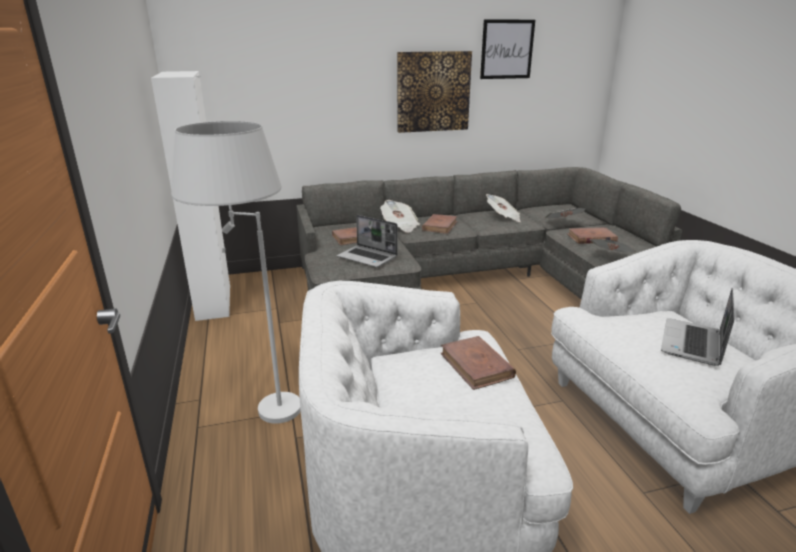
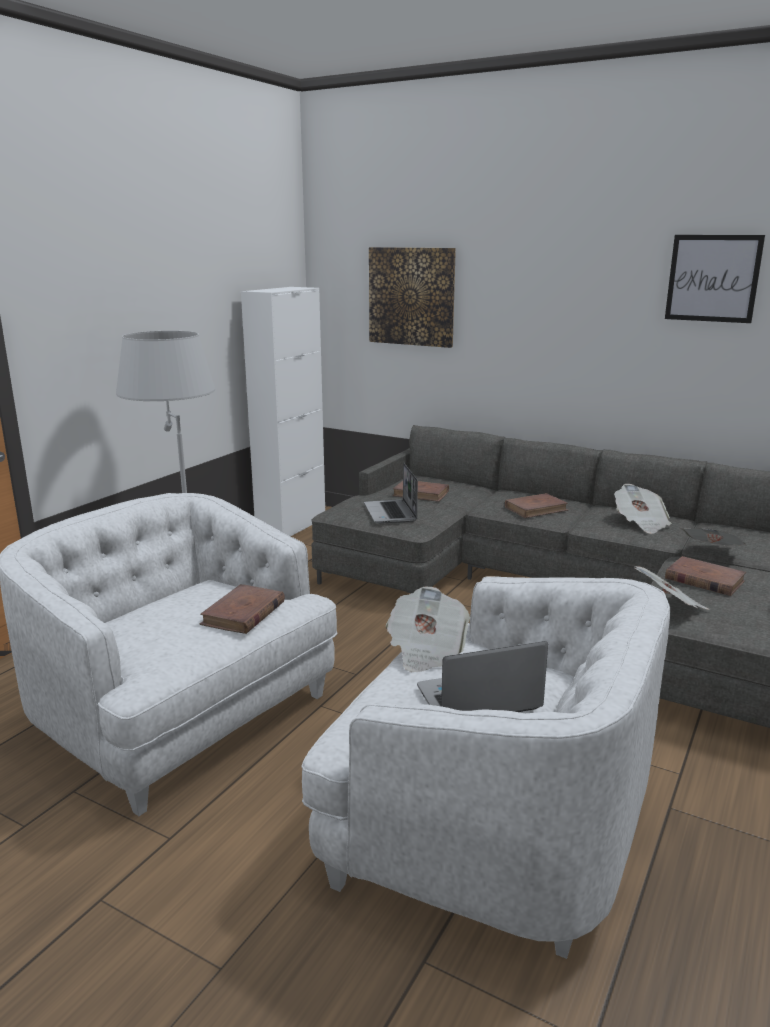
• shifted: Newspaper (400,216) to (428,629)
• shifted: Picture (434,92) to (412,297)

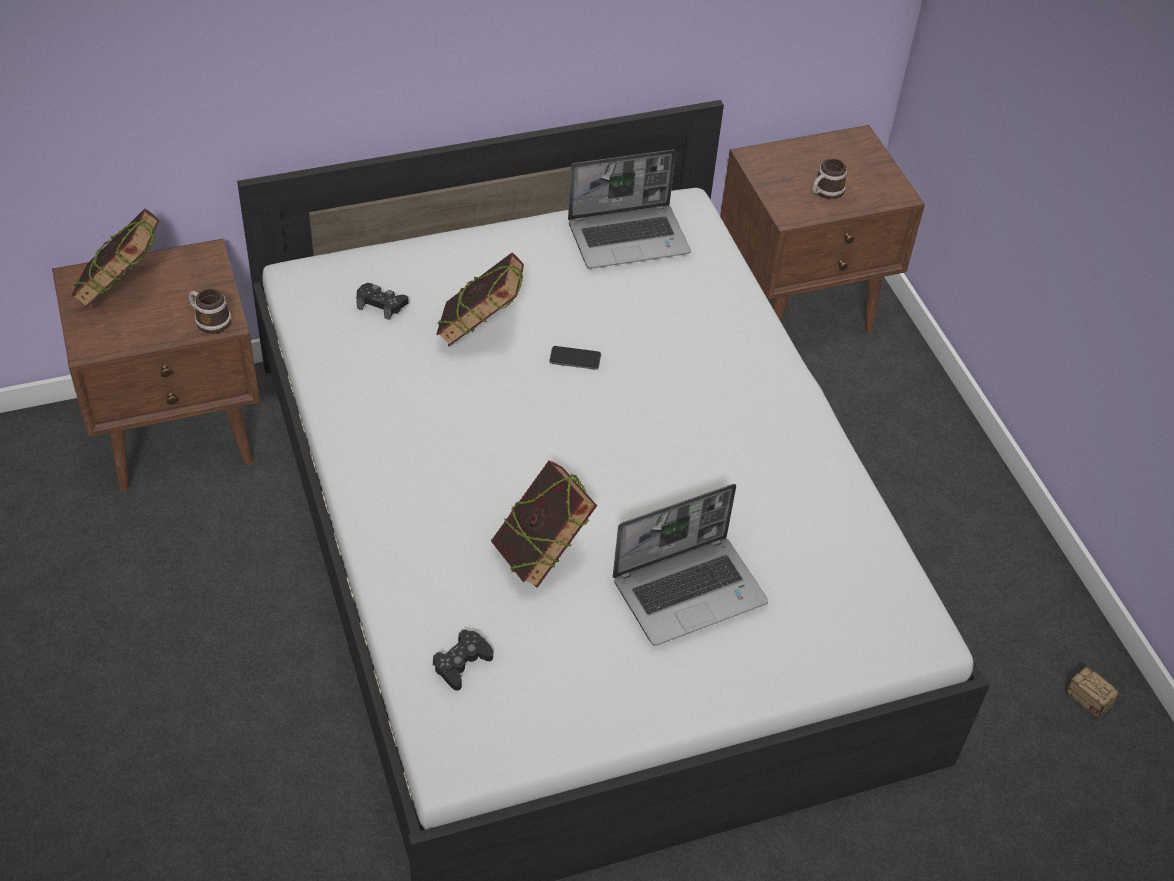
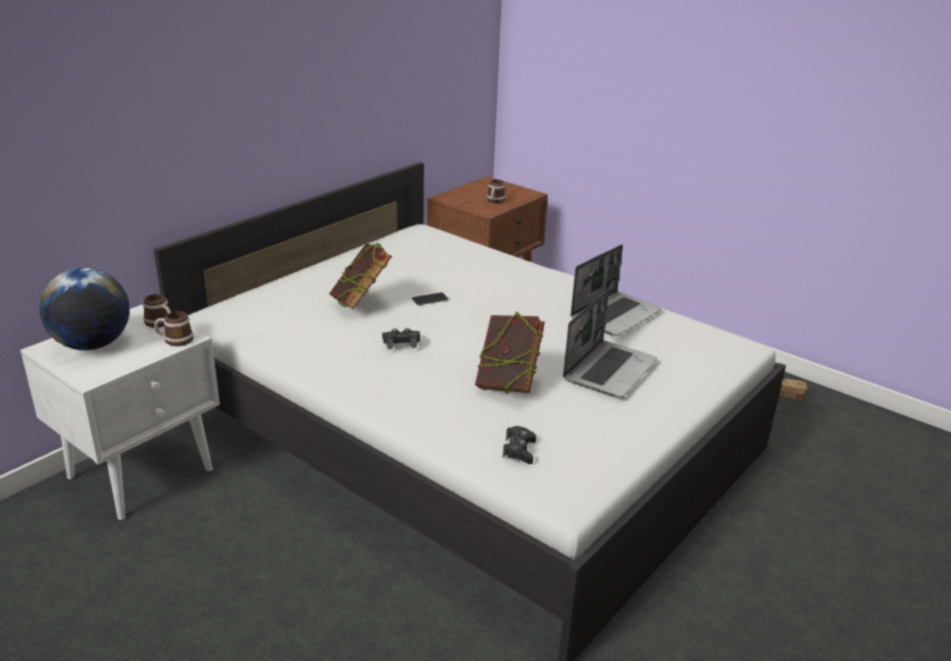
• repainted: BrownNightstand (156,365) to WhiteNightstand (120,412)
• swapped: Book (115,258) to Globe (84,309)
• shifted: BlackGameController (382,301) to (401,338)
• shifted: Laptop (629,209) to (616,290)
• new: Mug (157,311)

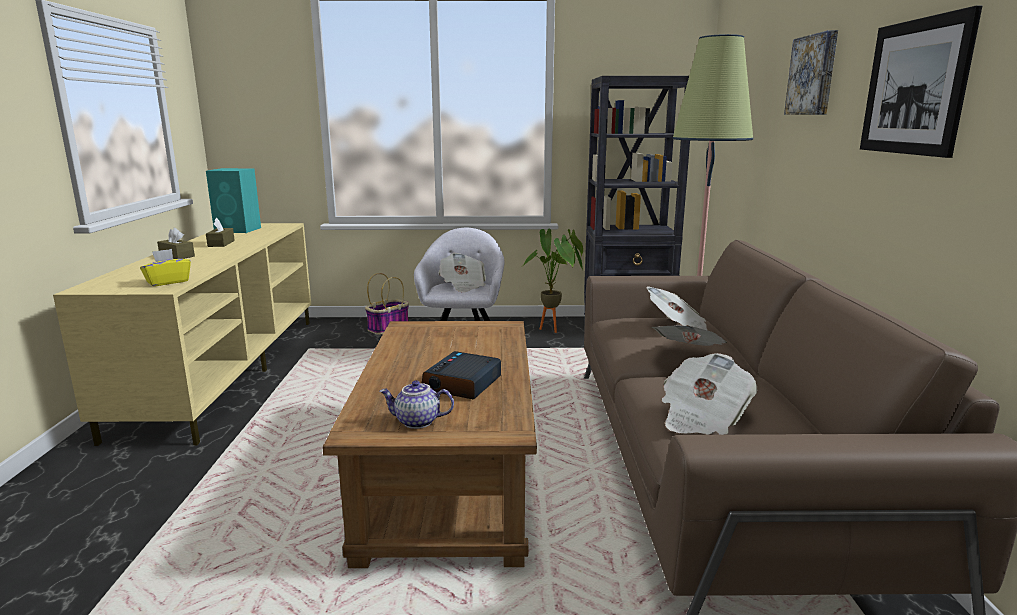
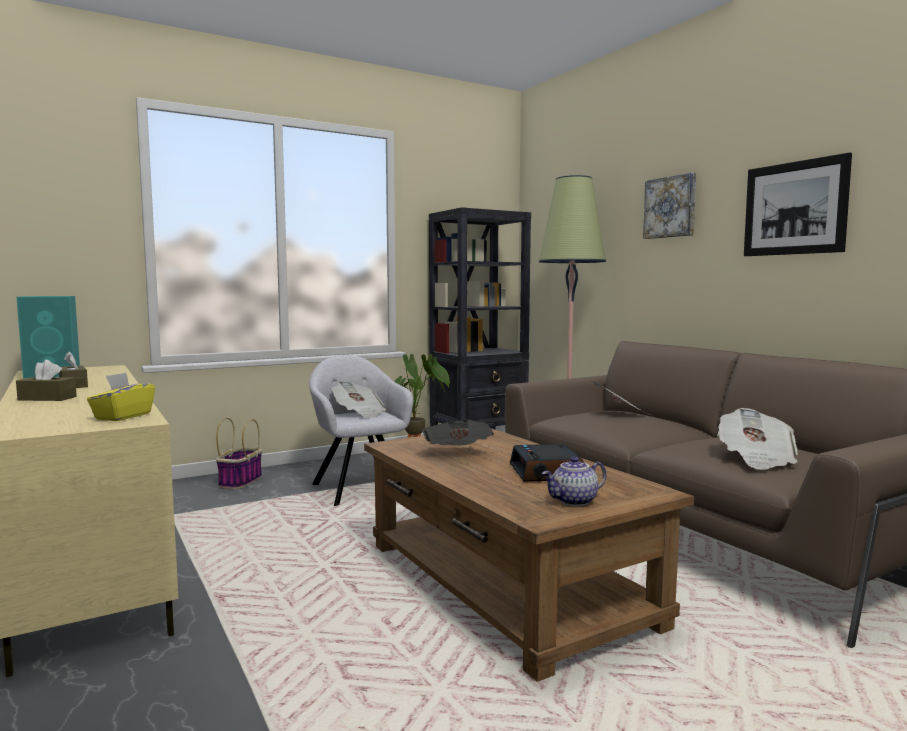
• shifted: Newspaper (689,336) to (457,433)

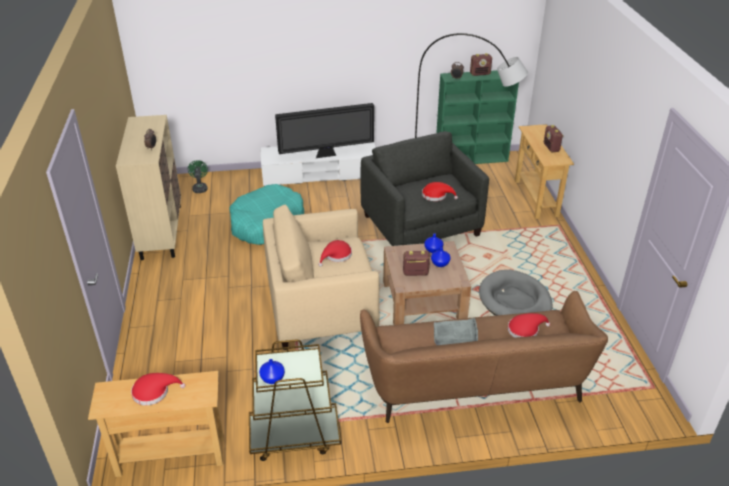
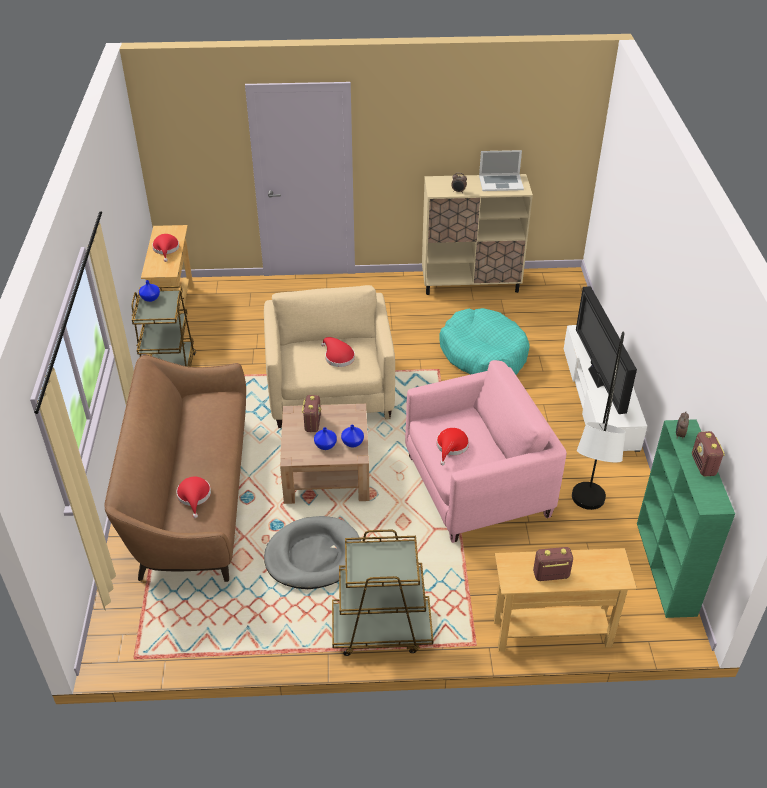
• gone: GreenFan (198,176)
• repainted: GreyArmchair (425,188) to PinkArmchair (486,451)
• gone: GreyTray (456,331)
• new: BrownCart (383,593)
• new: Laptop (501,170)

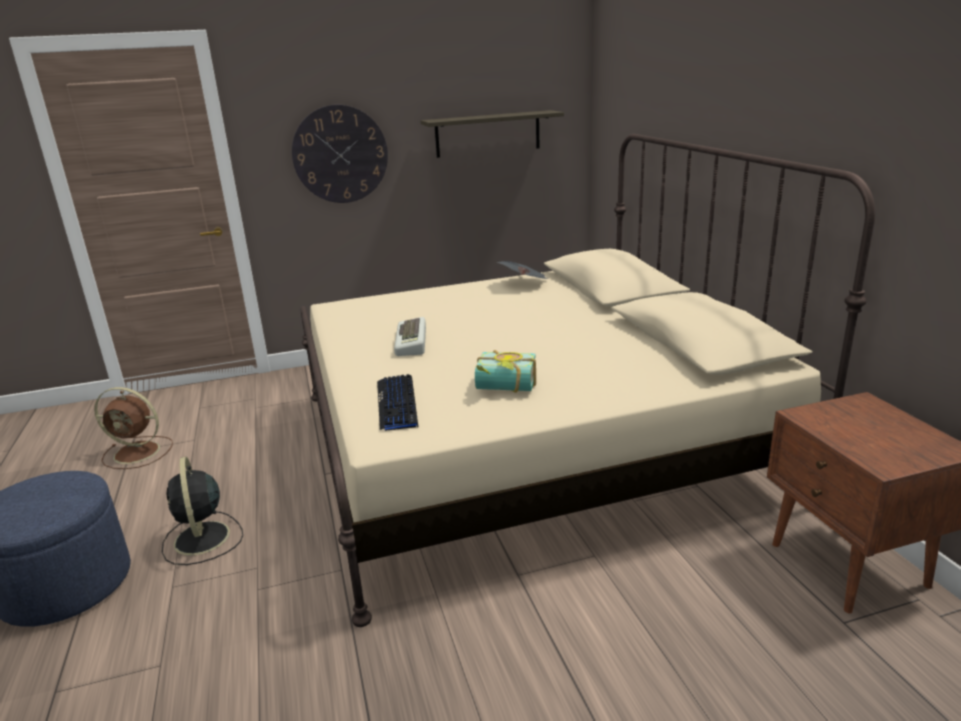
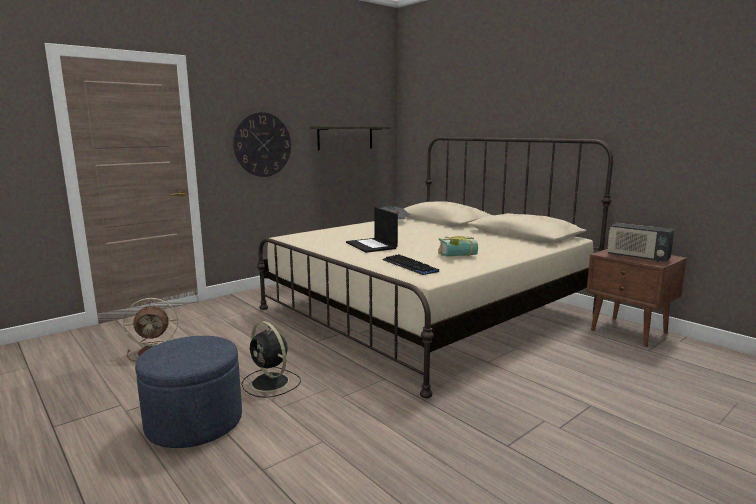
• swapped: Keyboard (410,336) to Laptop (372,230)
• new: Radio (641,242)

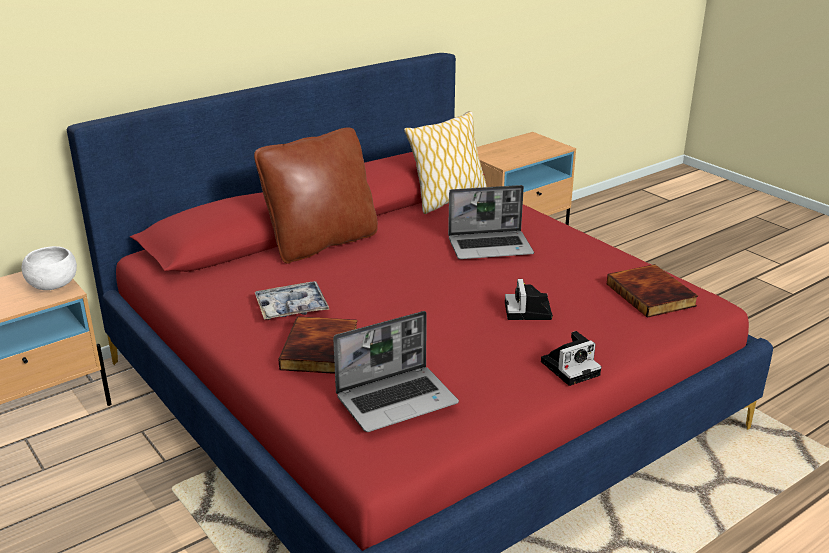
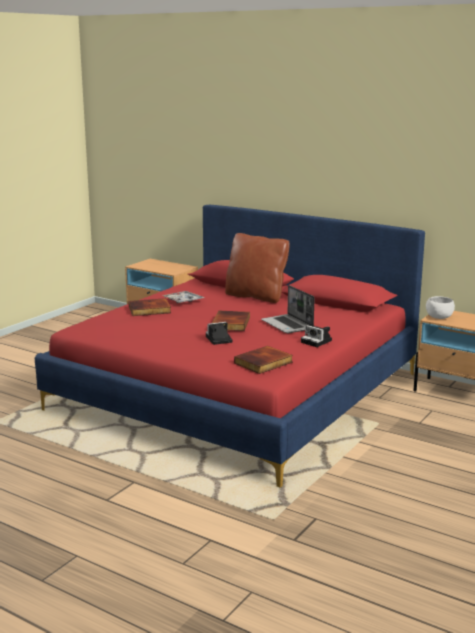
• shifted: WhiteBowl (49,268) to (440,307)
• gone: Laptop (396,371)
• gone: Pillow (445,162)
• shifted: PhotoCamera (571,358) to (316,336)
• new: Book (231,321)

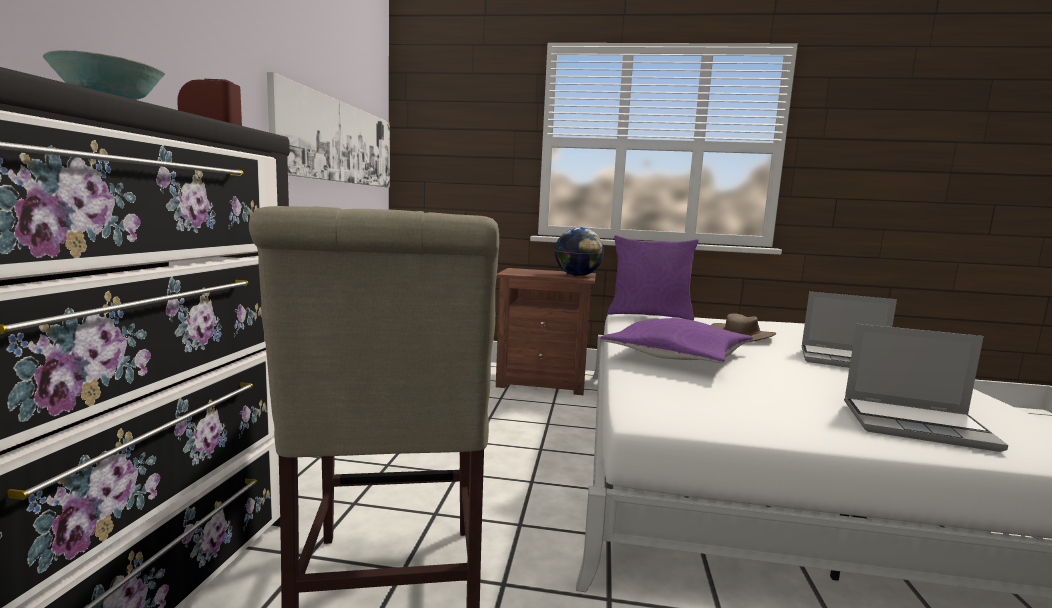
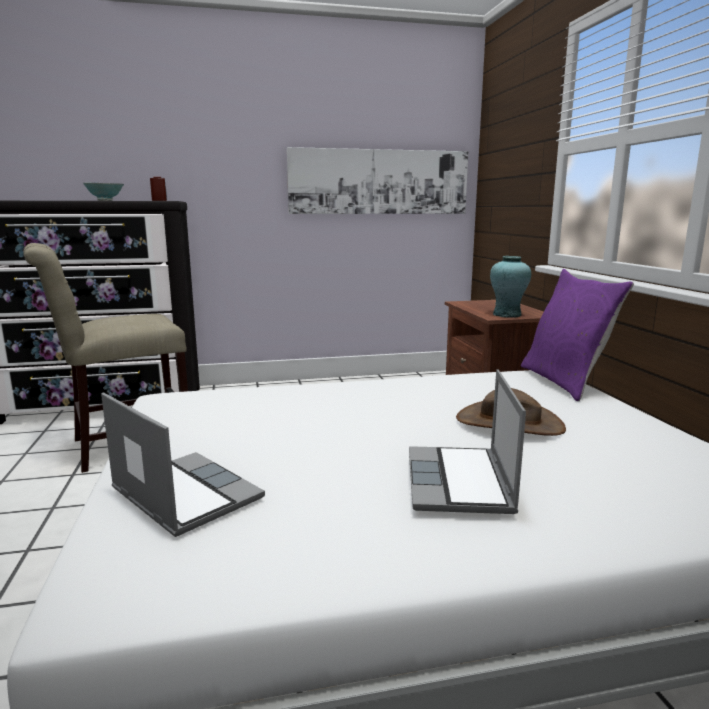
• swapped: Globe (579,251) to TurquoiseVase (510,287)
• gone: PurplePillow (676,340)
• rotated: Laptop (926,388) = (183,464) 135 degrees clockwise

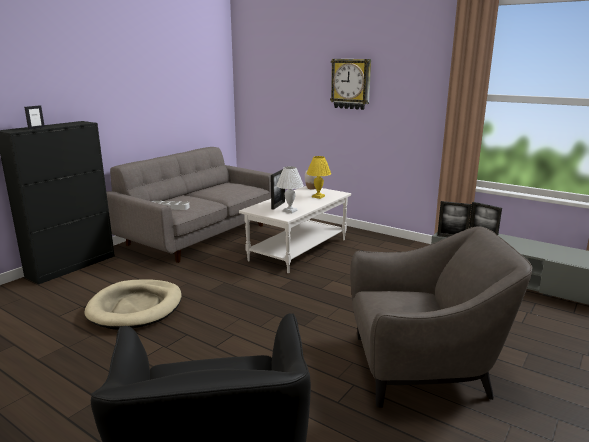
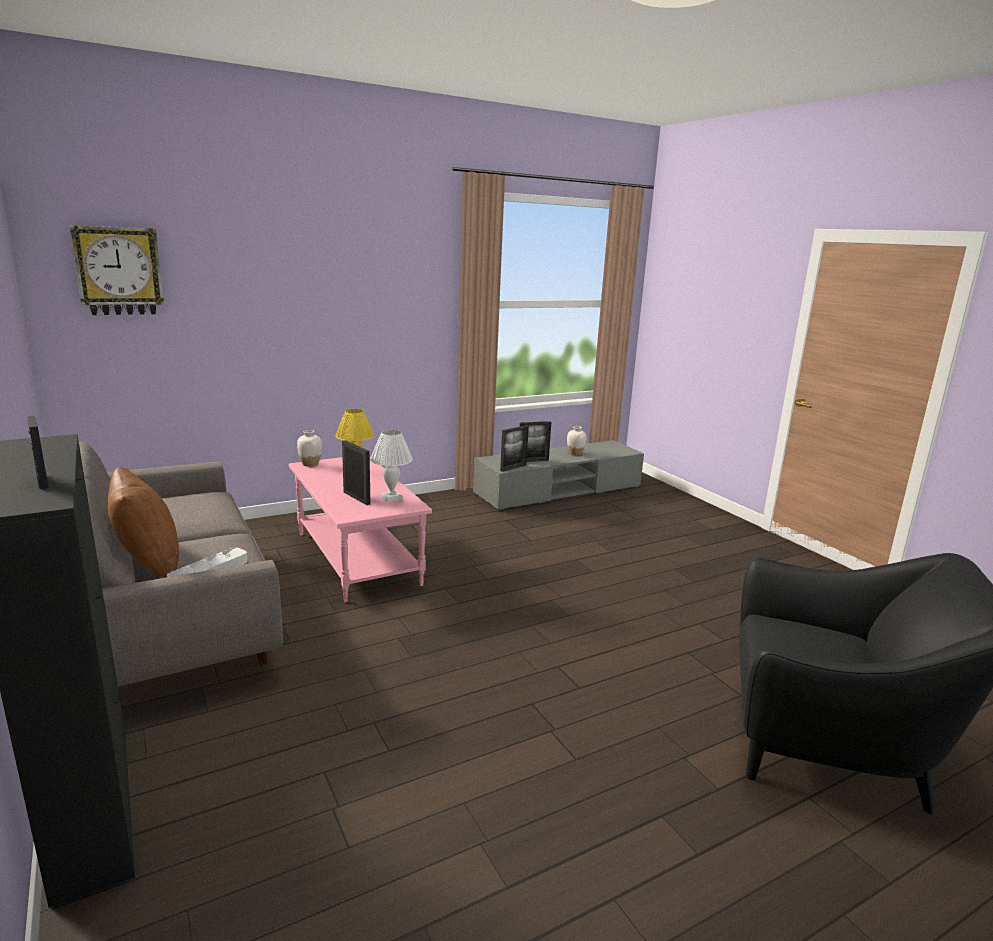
• gone: BeigeDogBed (133,305)
• repainted: WhiteCoffeeTable (295,229) to PinkCoffeeTable (360,530)
• shifted: WallClock (350,84) to (117,270)
• gone: GreyArmchair (441,317)
• new: BrownPillow (143,522)
• new: WhiteVase (576,440)

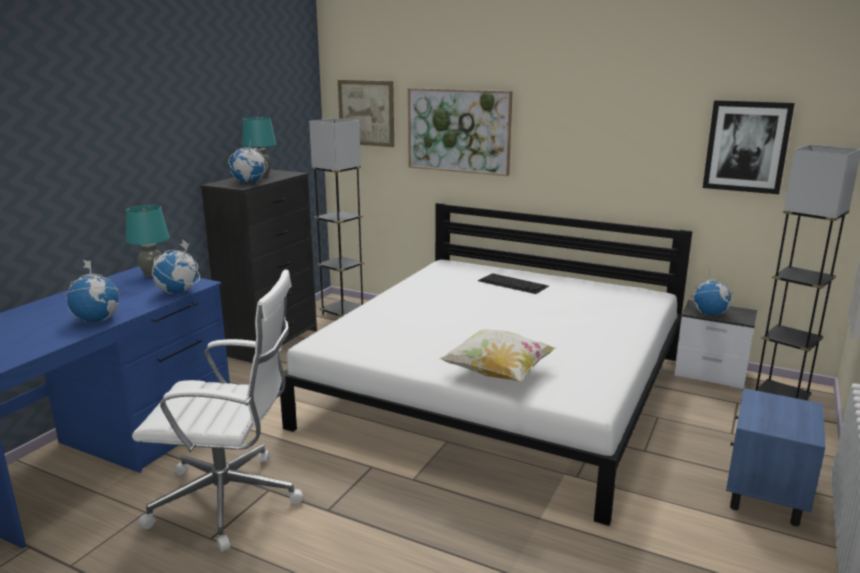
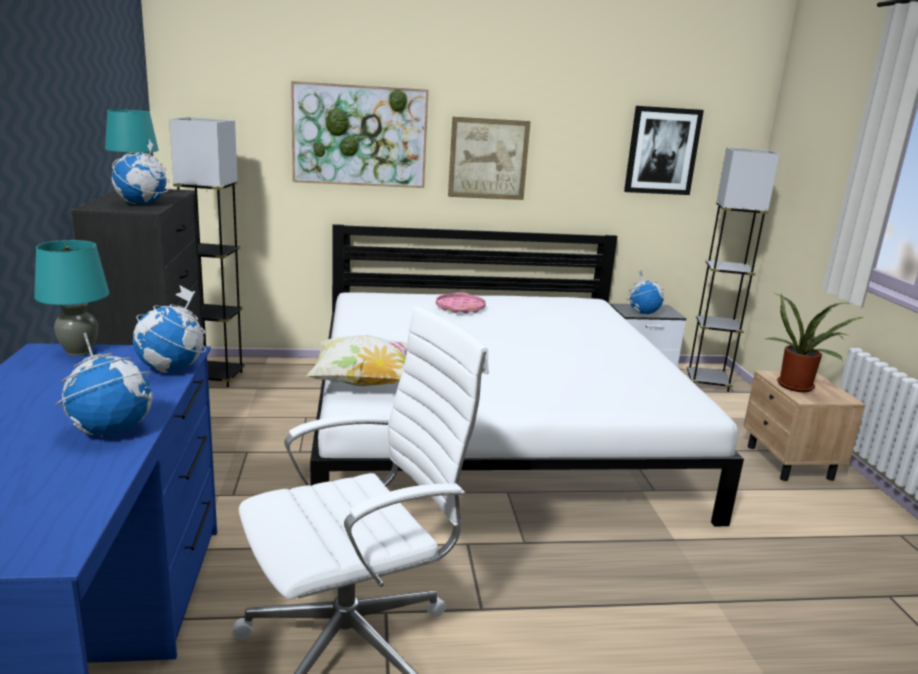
• shifted: Picture (366,113) to (489,158)
• shifted: Pillow (497,355) to (356,360)
• swapped: Keyboard (513,284) to PinkTray (461,303)
• repainted: BlueNightstand (775,457) to BeigeNightstand (804,426)
• new: PottedPlant (815,342)

